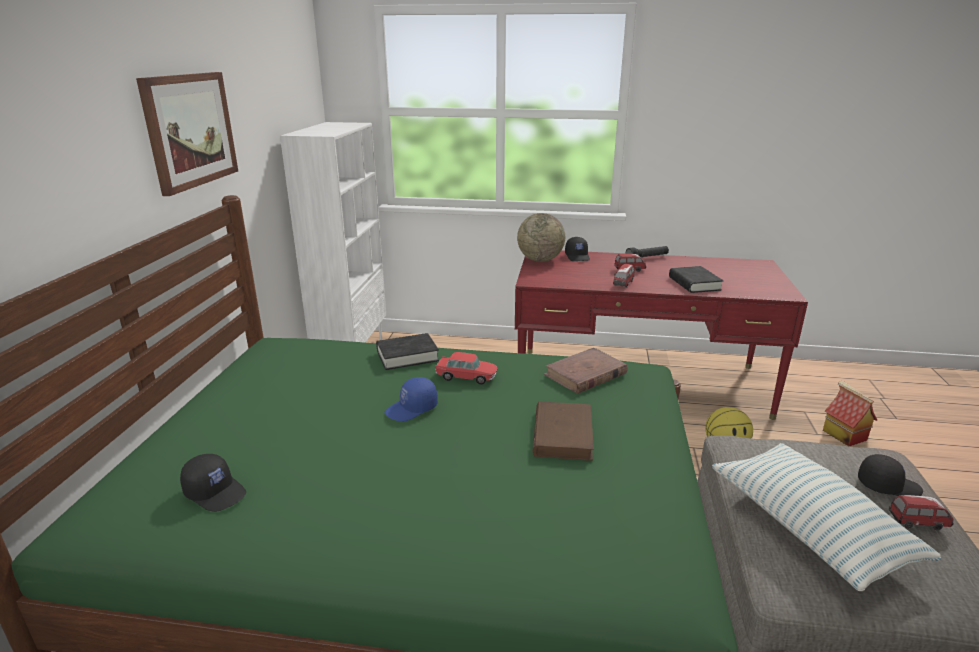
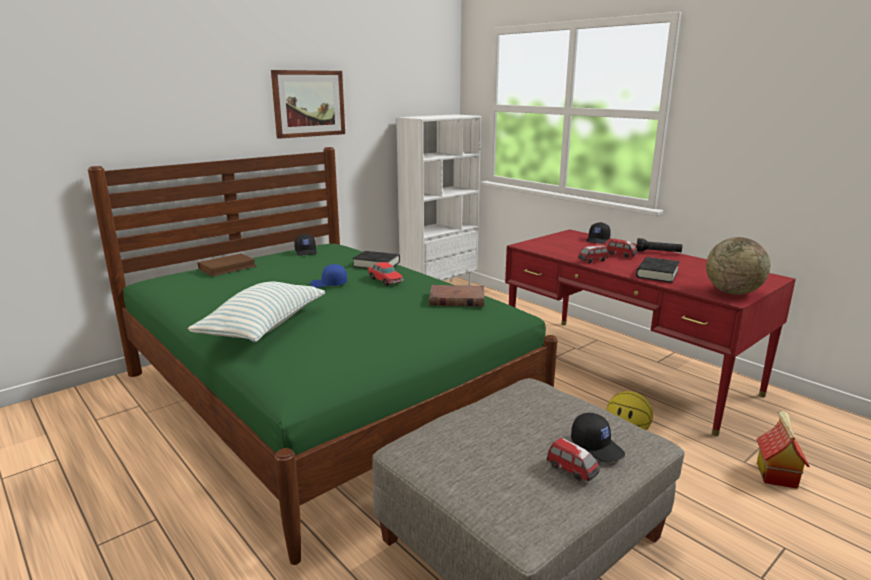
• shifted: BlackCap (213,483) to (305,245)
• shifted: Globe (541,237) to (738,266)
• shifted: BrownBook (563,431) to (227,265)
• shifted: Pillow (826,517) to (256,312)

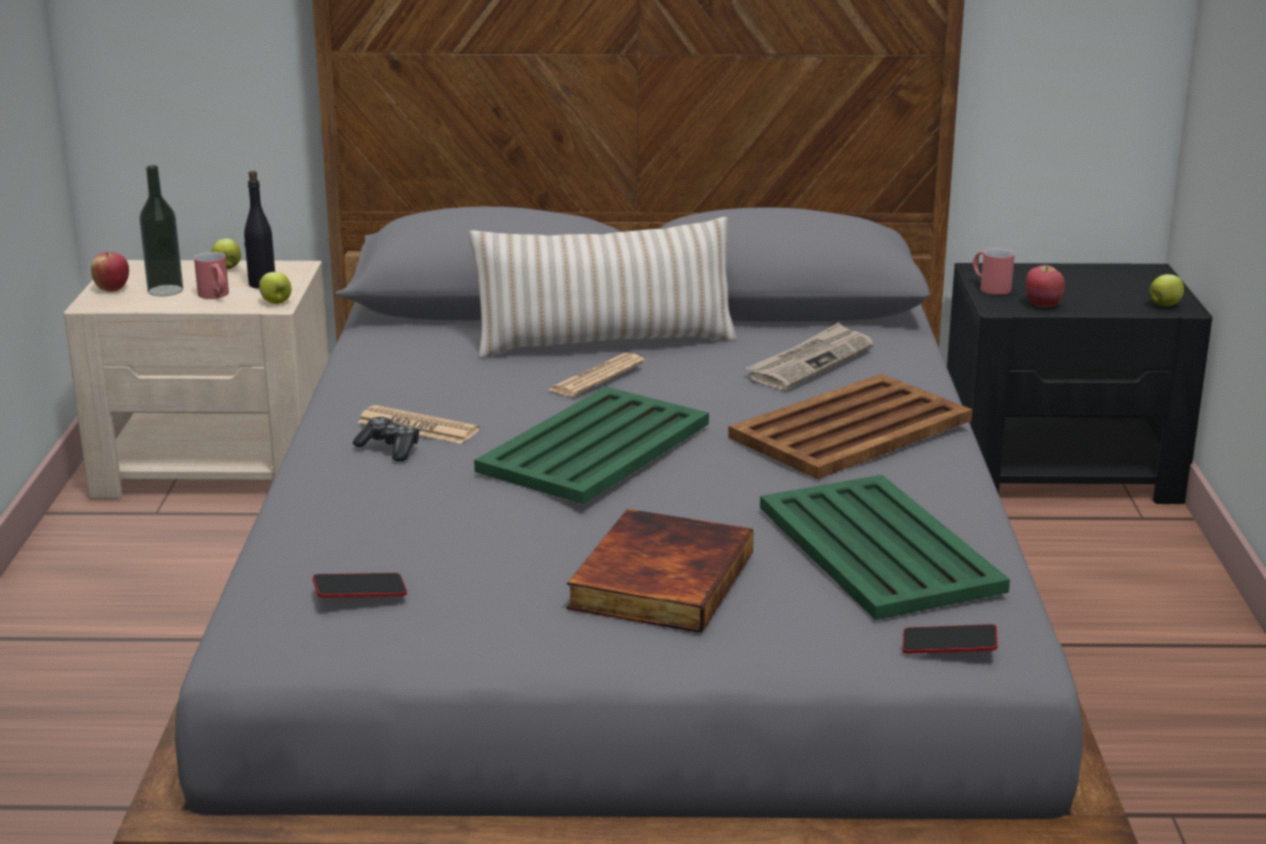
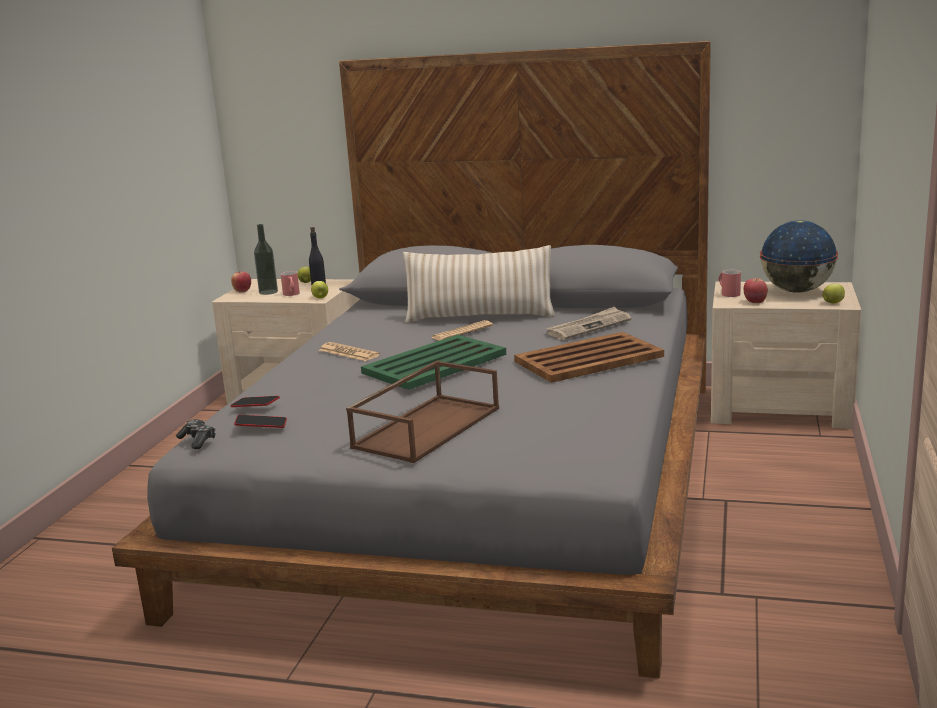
• shifted: GameController (386,439) to (195,434)
• swapped: Book (660,571) to BrownTray (422,412)
• gone: GreenTray (885,547)
• shifted: Phone (950,639) to (255,401)
• repainted: BlackNightstand (1079,383) to BeigeNightstand (786,355)
• new: Globe (799,256)

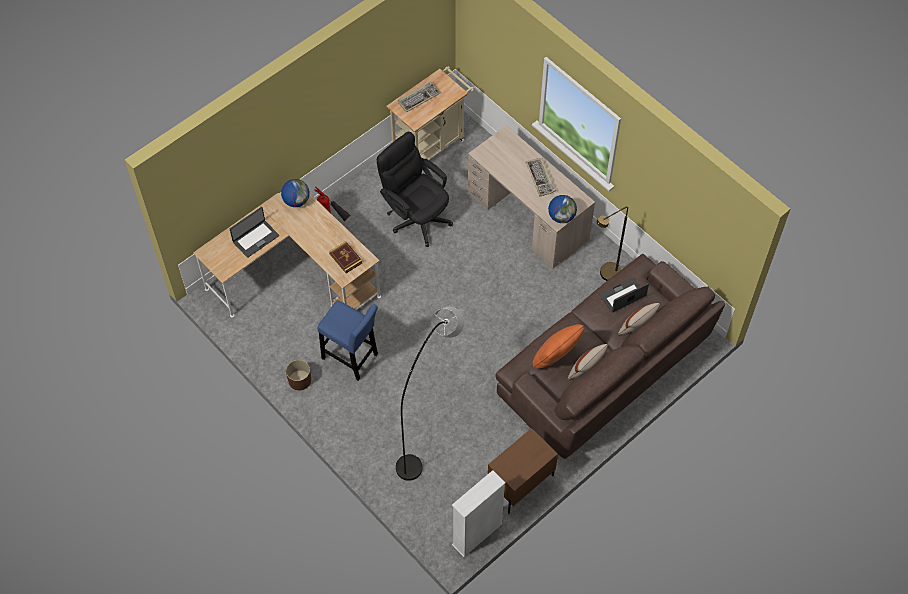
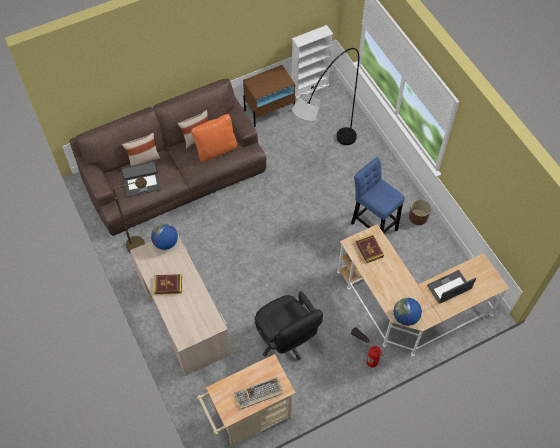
• swapped: Keyboard (541,177) to Book (168,284)

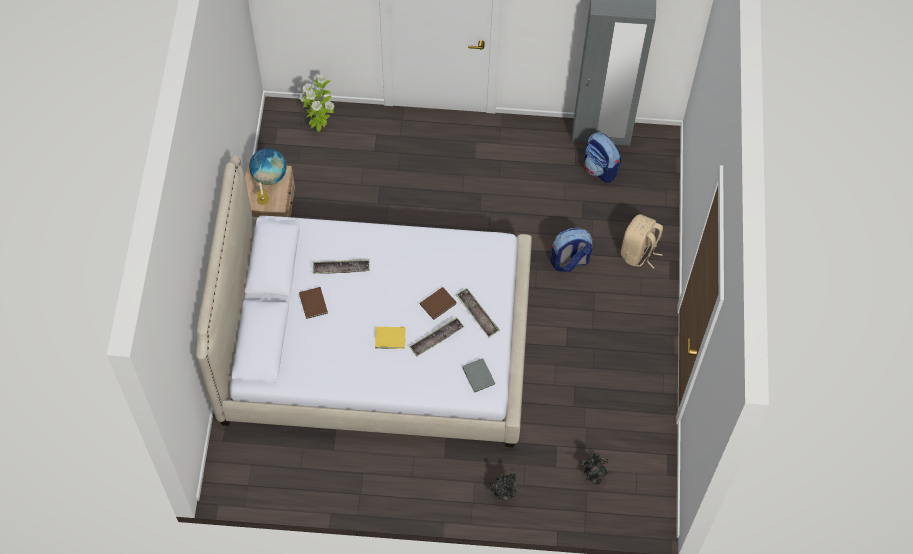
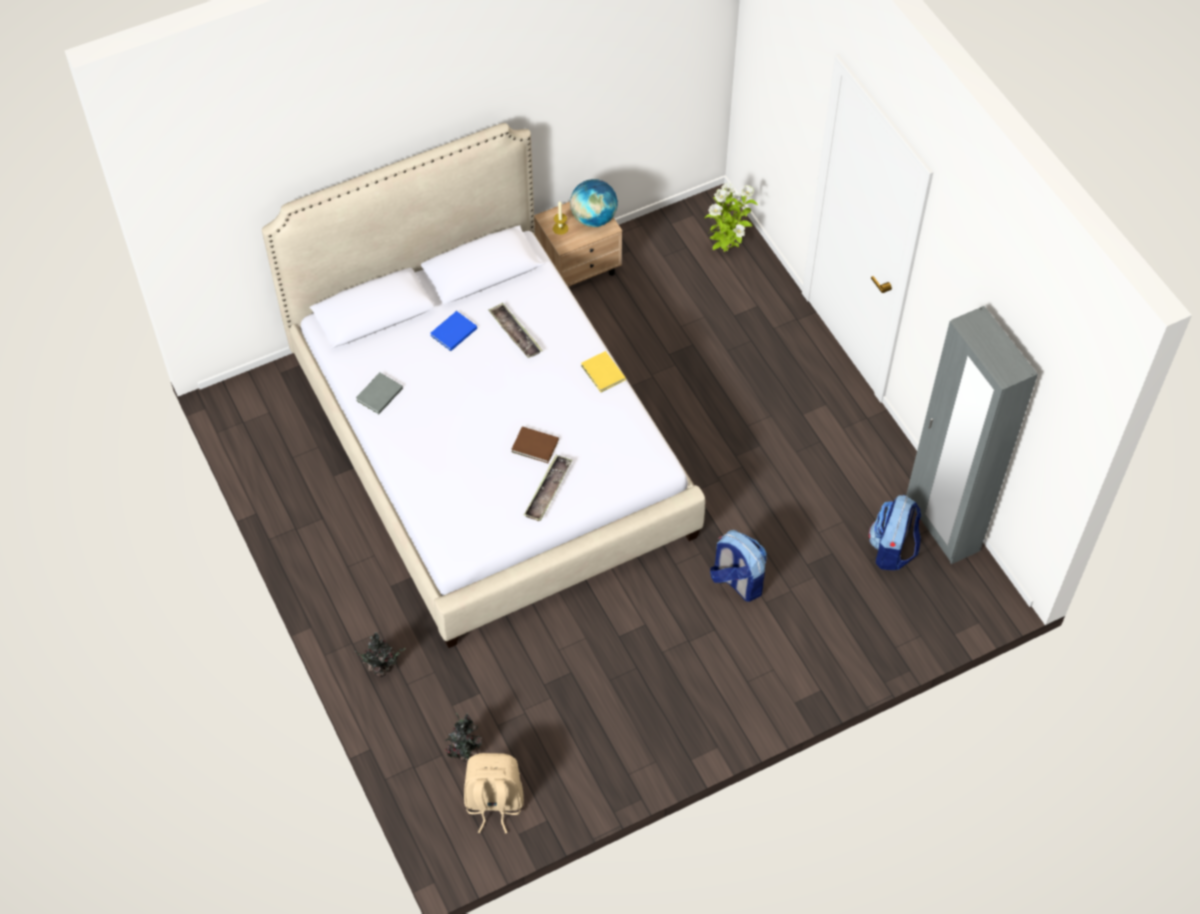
• repainted: BrownBook (313,303) to BlueBook (453,331)
• shifted: YellowBook (390,338) to (603,371)
• gone: Tray (436,336)
• shifted: GreyBook (478,375) to (379,393)
• shifted: BeigeBackpack (642,241) to (494,793)

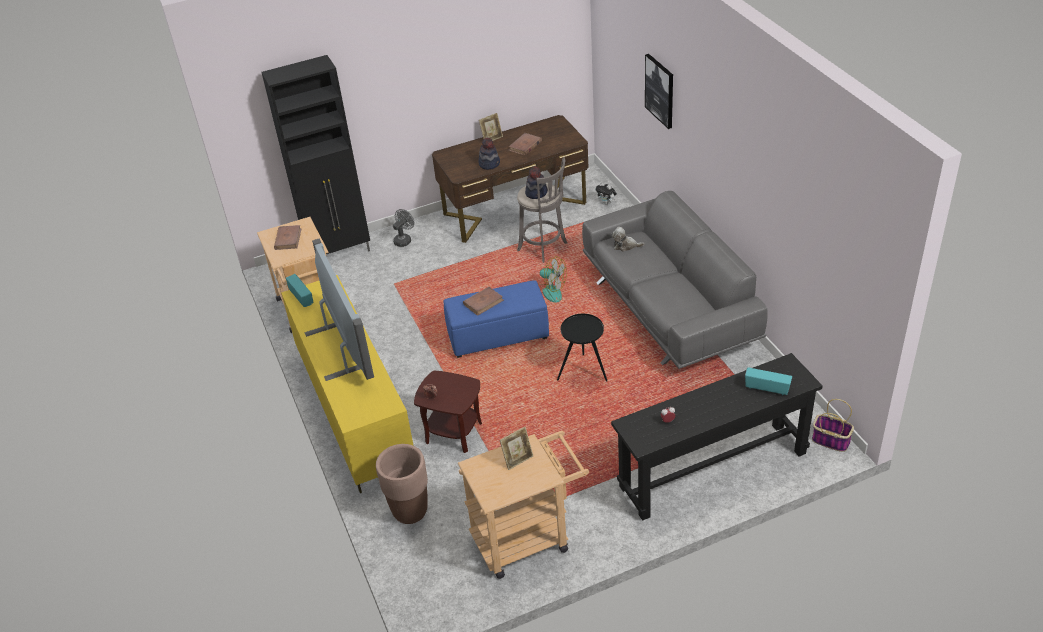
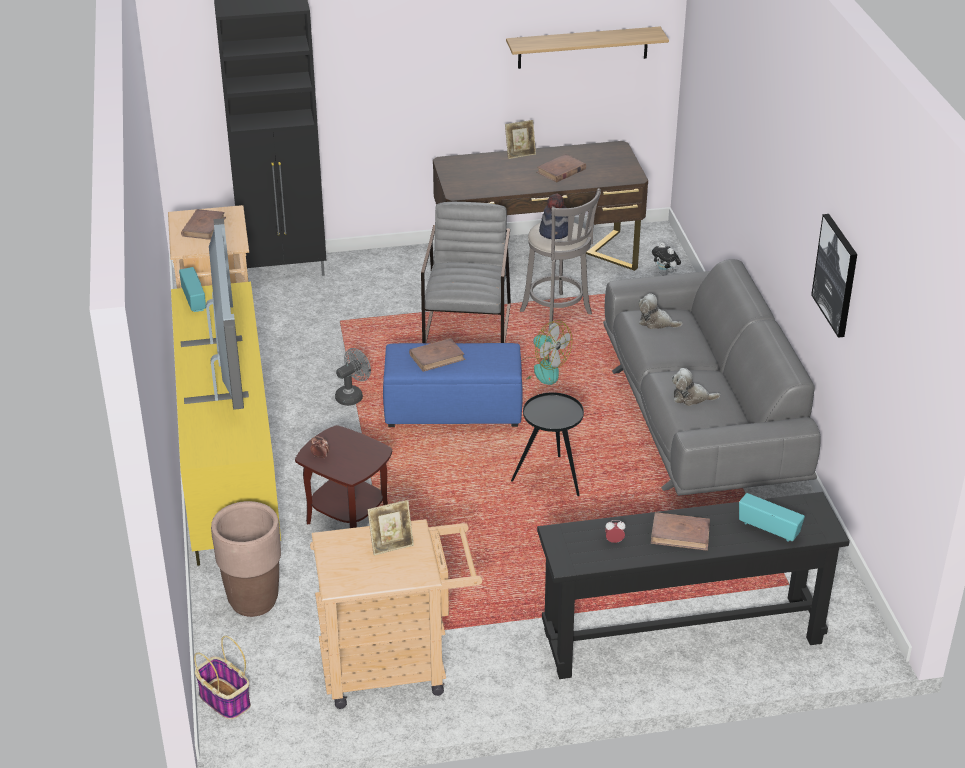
• shifted: GreyFan (403,228) to (353,377)
• gone: Hat (489,154)
• shifted: Picture (659,91) to (834,276)
• shifted: Basket (833,425) to (222,678)
• new: GreyArmchair (466,272)
• new: Shelf (587,48)
• new: BrownBook (680,531)
• new: PlushToy (696,387)

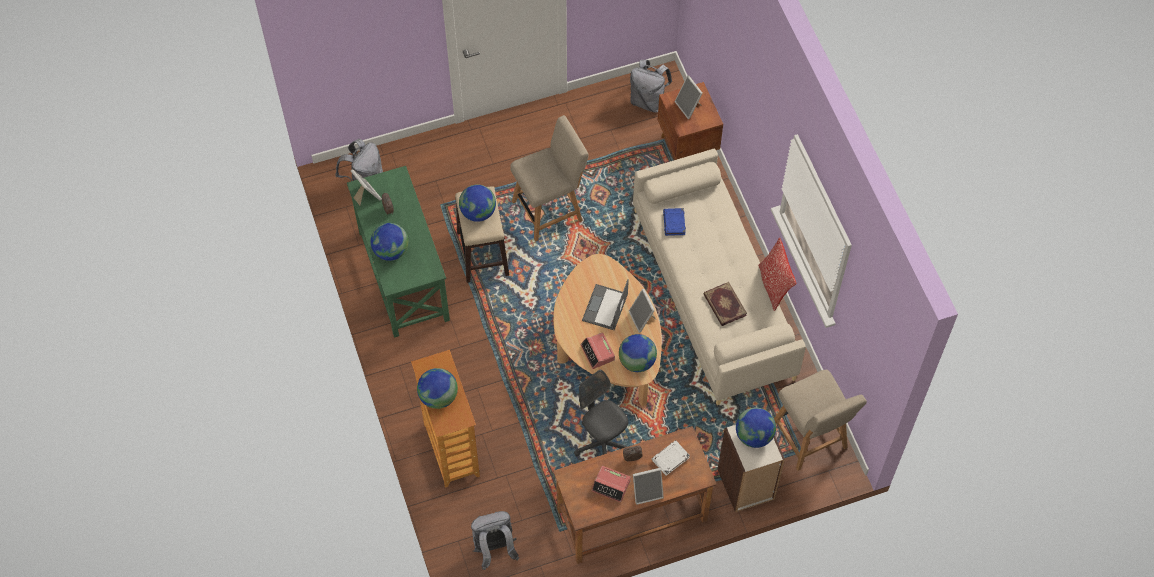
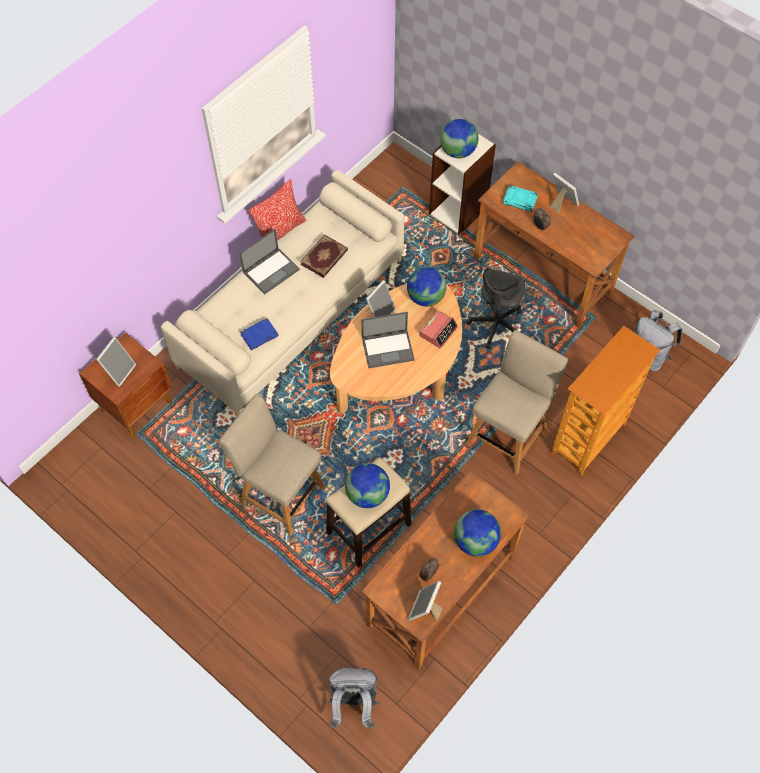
• repainted: GreenDesk (398,252) to BrownDesk (445,569)
• gone: Globe (437,388)
• gone: AlarmClock (611,484)
• gone: GreyBackpack (651,86)
• repainted: WhiteBook (671,458) to TurquoiseBook (520,198)
• shifted: BeigeChair (820,420) to (516,402)
• new: Laptop (269,261)

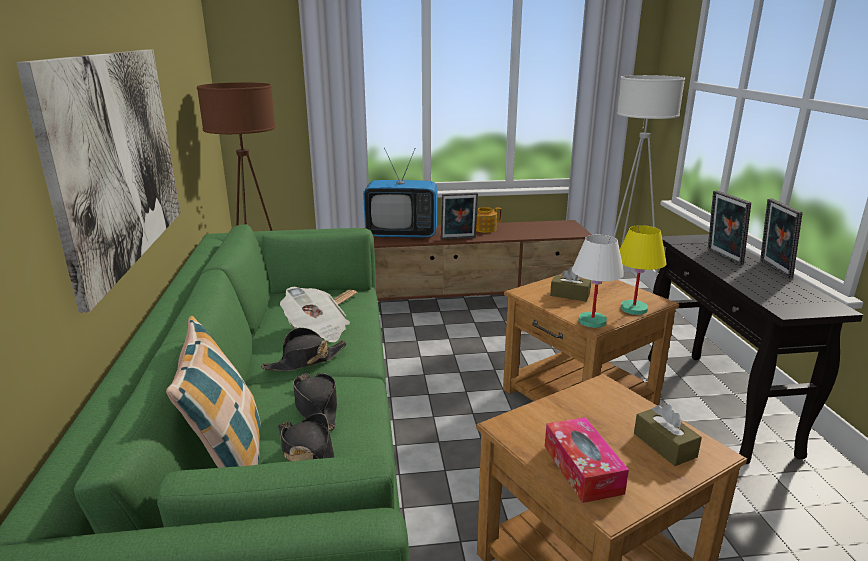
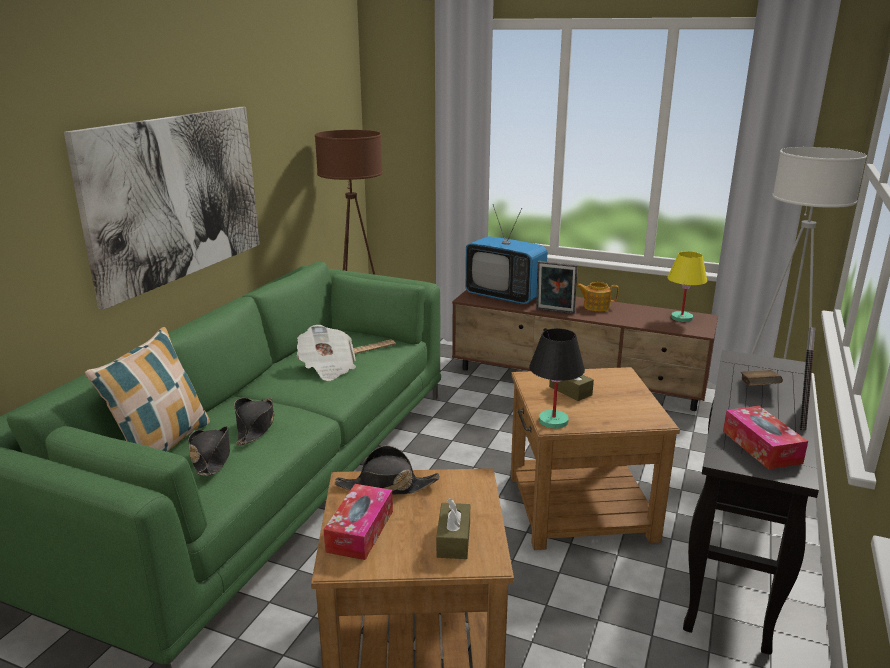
• shifted: BlackHat (304,349) to (387,470)
• repainted: WhiteTableLamp (598,281) to BlackTableLamp (557,378)
• shifted: YellowTableLamp (643,270) to (687,286)
• swapped: PictureFrame (729,227) to BrownBook (762,378)
• new: TissueBox (765,438)

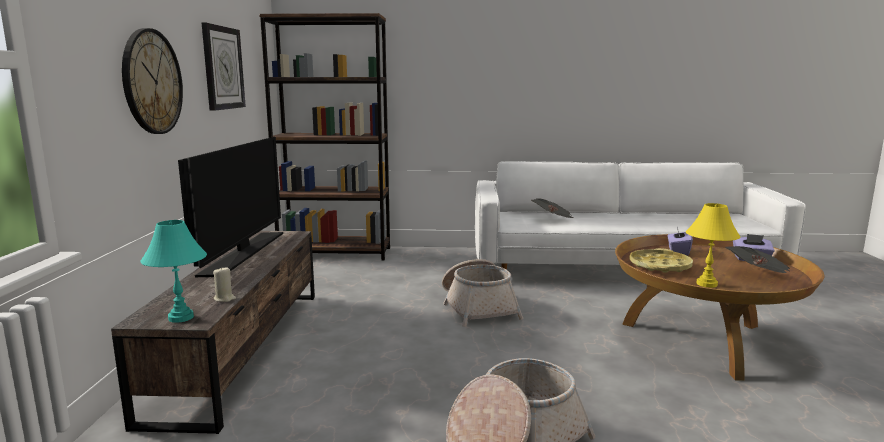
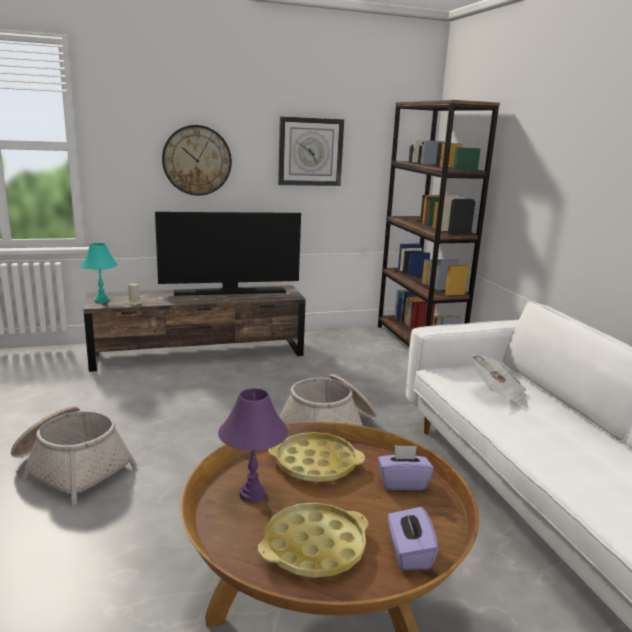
• repainted: YellowTableLamp (713,245) to PurpleTableLamp (253,445)
• swapped: Newspaper (757,259) to YellowTray (313,540)

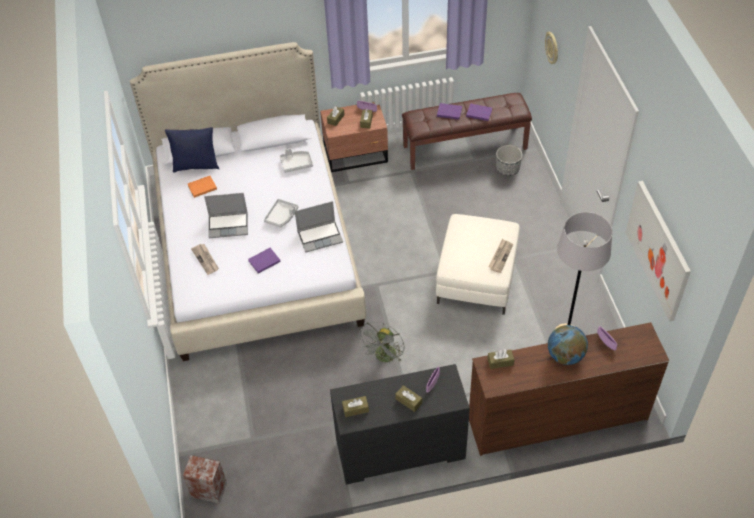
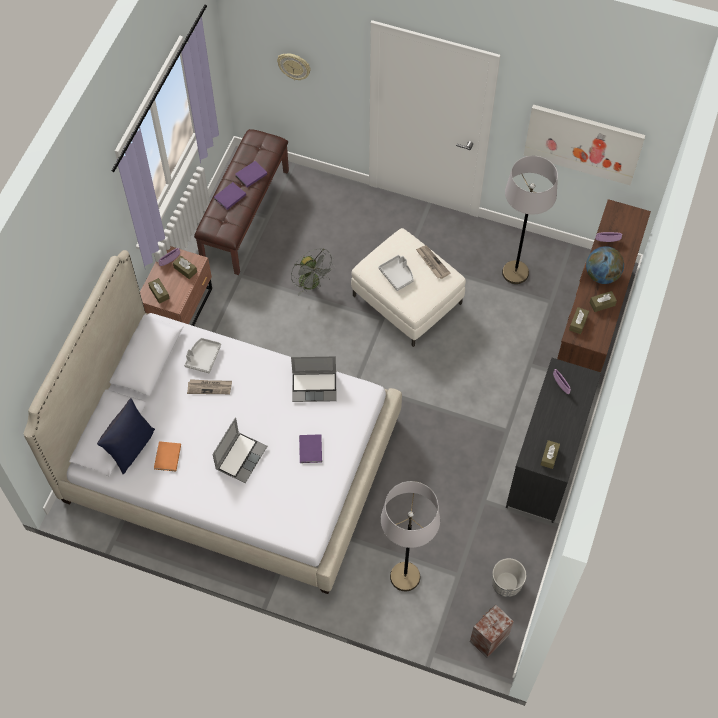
• shifted: Newspaper (205,259) to (209,386)
• shifted: GreyTray (281,213) to (396,273)
• rotated: Laptop (319,227) = (314,379) 75 degrees clockwise
• shifted: GreyFan (381,342) to (313,272)
• shifted: BrownTissueBox (408,398) to (603,301)
• shifted: Planter (509,160) to (509,577)
• new: GreyFloorLamp (410,536)

